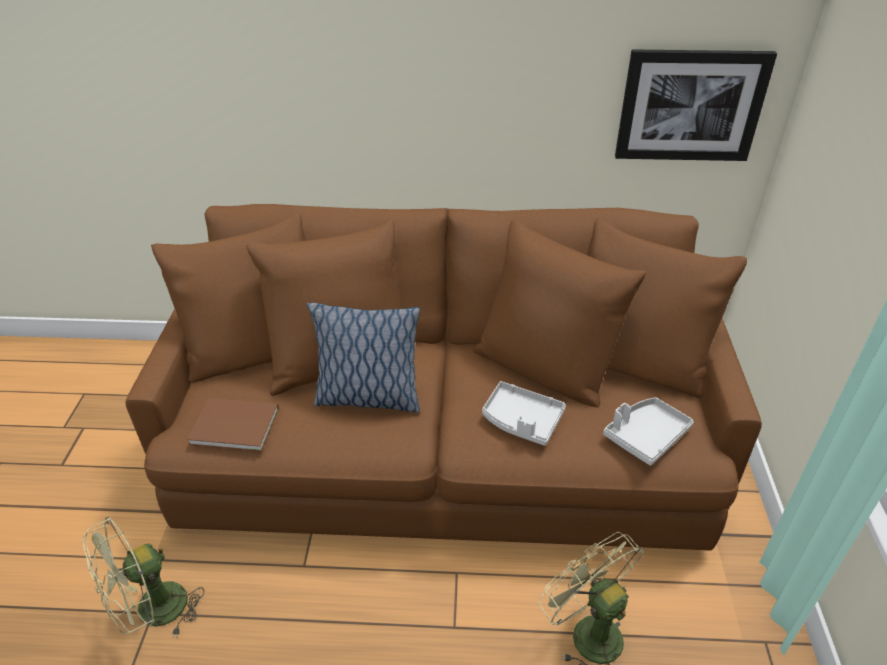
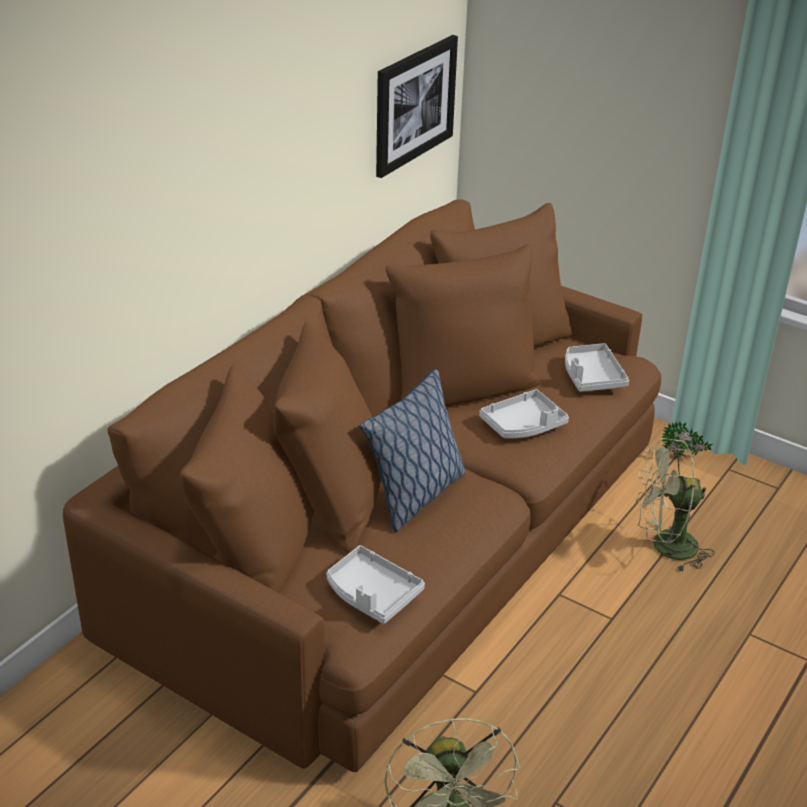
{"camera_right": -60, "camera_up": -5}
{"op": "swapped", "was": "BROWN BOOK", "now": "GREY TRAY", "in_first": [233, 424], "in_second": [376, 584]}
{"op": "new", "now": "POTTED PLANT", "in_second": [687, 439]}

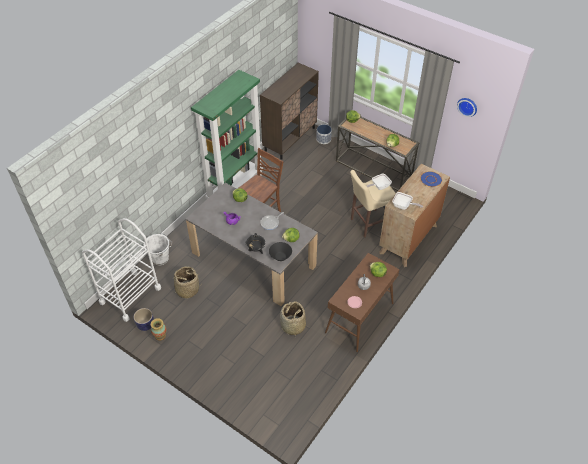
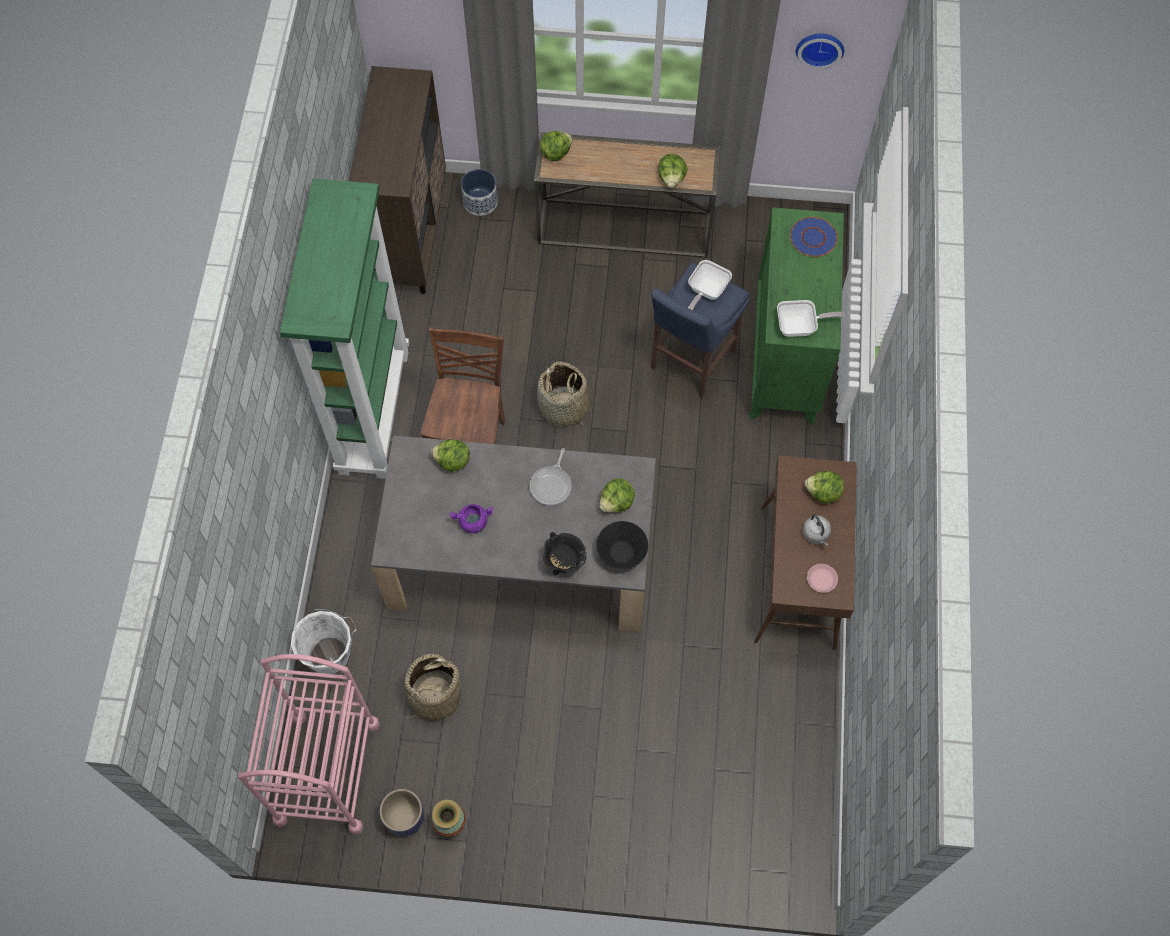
{"camera_right": -30, "camera_up": 15}
{"op": "repainted", "was": "BROWN DRESSER", "now": "GREEN DRESSER", "in_first": [414, 215], "in_second": [796, 316]}
{"op": "repainted", "was": "BEIGE STOOL", "now": "BLUE STOOL", "in_first": [373, 204], "in_second": [700, 330]}
{"op": "repainted", "was": "WHITE CART", "now": "PINK CART", "in_first": [121, 270], "in_second": [309, 744]}
{"op": "shifted", "was": "BASKET", "in_first": [293, 319], "in_second": [563, 394]}

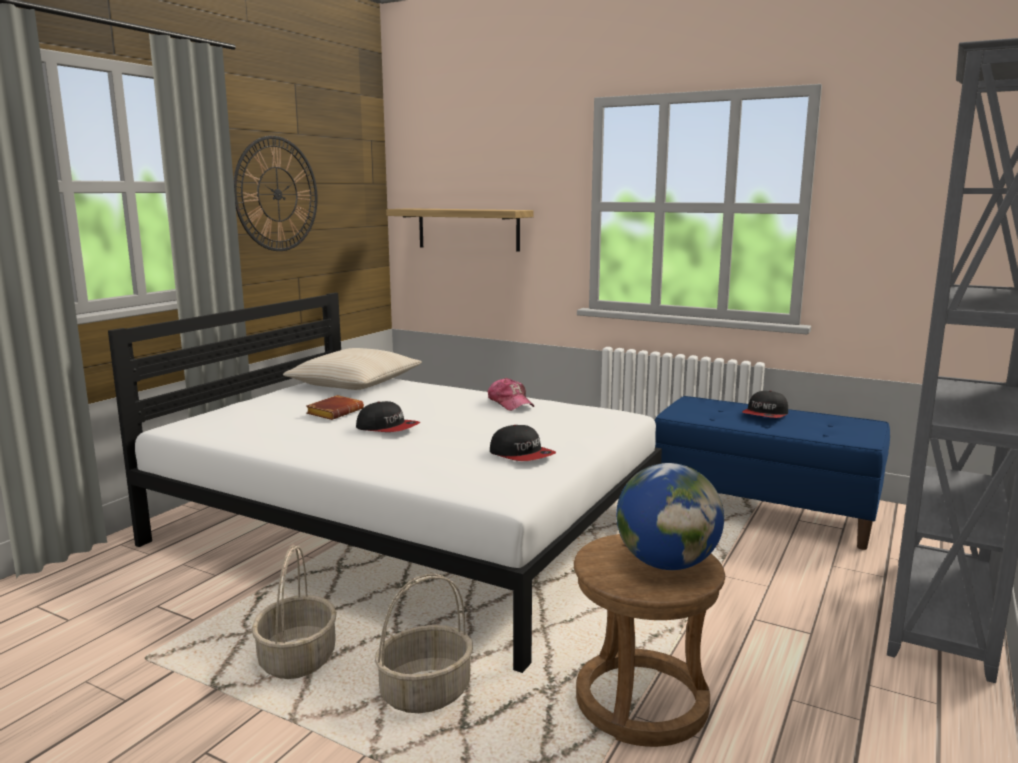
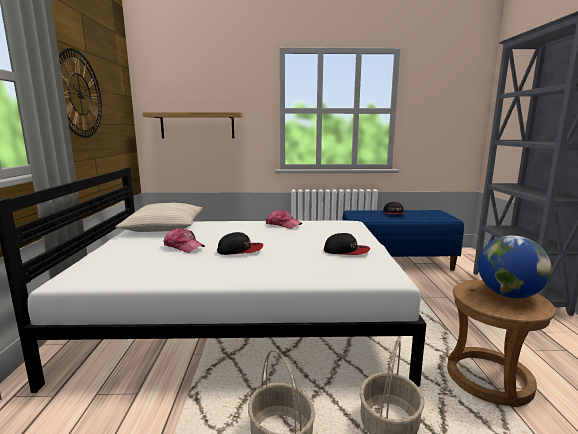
{"camera_right": -30, "camera_up": 0}
{"op": "swapped", "was": "BROWN BOOK", "now": "CAP", "in_first": [335, 407], "in_second": [184, 240]}

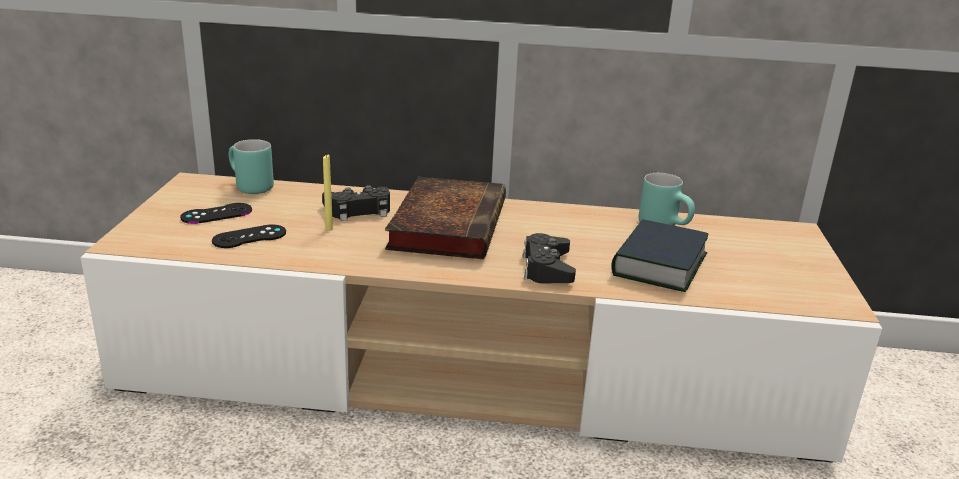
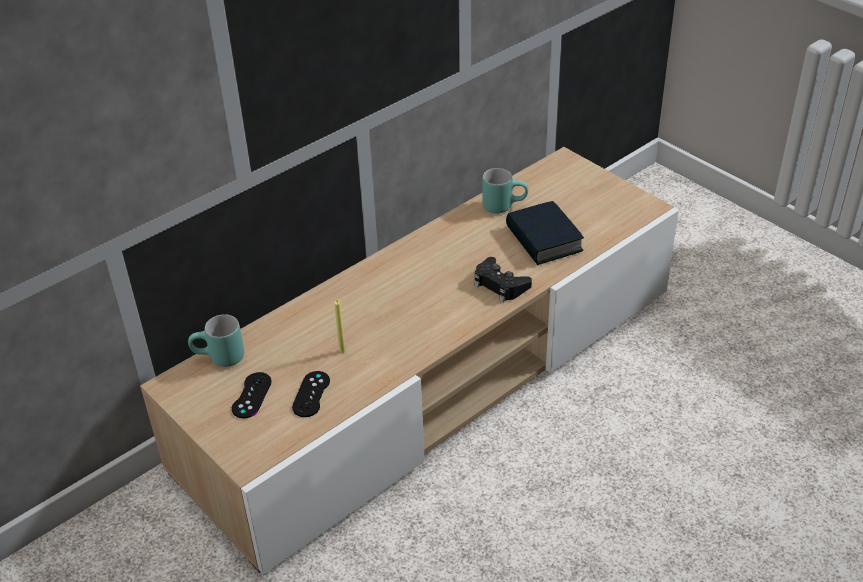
{"camera_right": -45, "camera_up": 15}
{"op": "gone", "was": "BOOK", "in_first": [445, 217]}
{"op": "gone", "was": "BLACK GAME CONTROLLER", "in_first": [356, 203]}

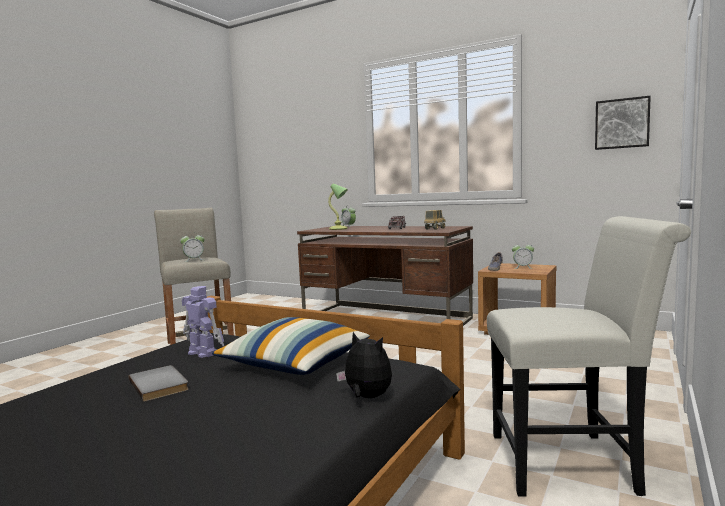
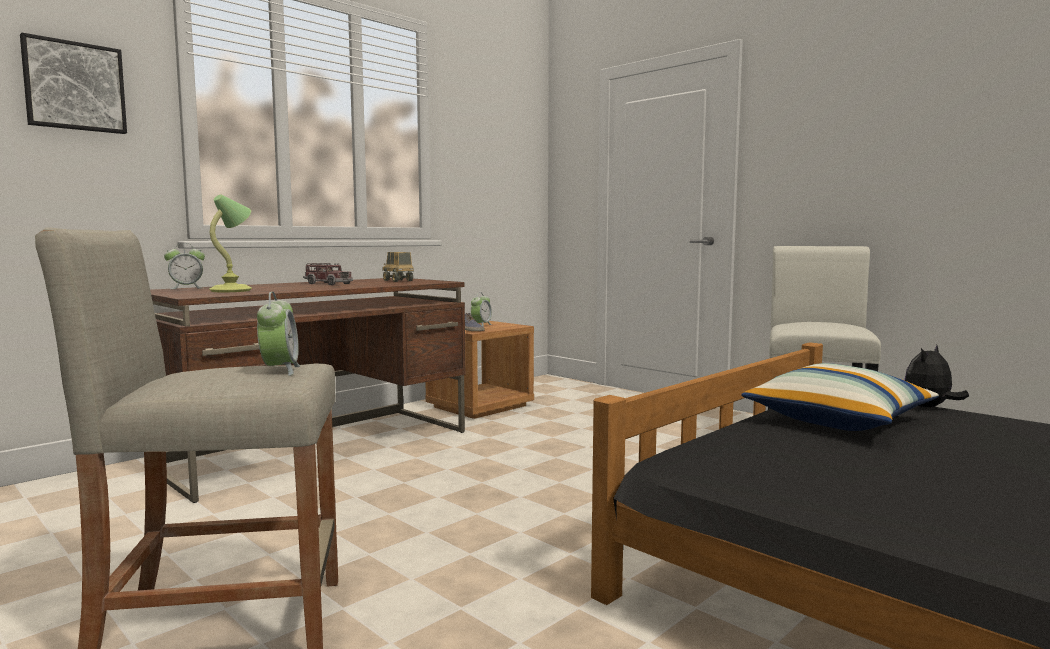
{"camera_right": -75, "camera_up": 0}
{"op": "shifted", "was": "PICTURE", "in_first": [623, 123], "in_second": [73, 83]}
{"op": "gone", "was": "TOY ROBOT", "in_first": [203, 322]}
{"op": "gone", "was": "GREY BOOK", "in_first": [159, 383]}

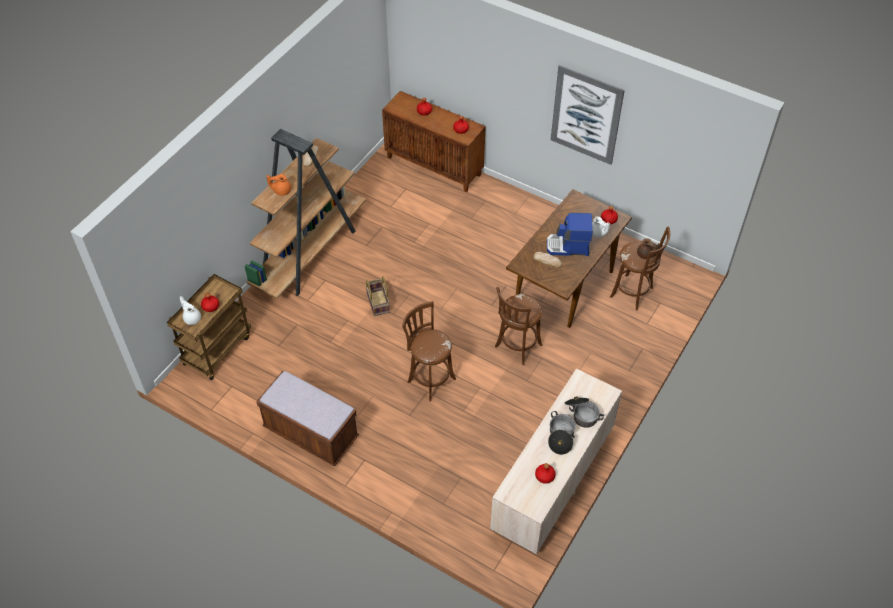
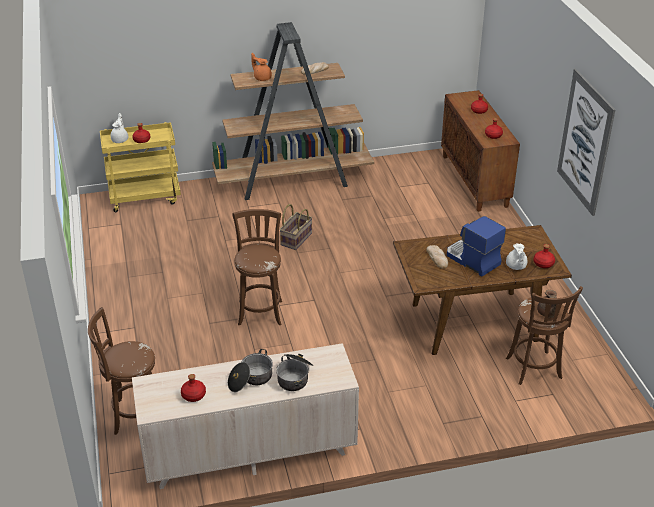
{"camera_right": 45, "camera_up": -15}
{"op": "repainted", "was": "BROWN CART", "now": "YELLOW CART", "in_first": [209, 327], "in_second": [140, 167]}
{"op": "shifted", "was": "BROWN STOOL", "in_first": [519, 326], "in_second": [121, 371]}
{"op": "gone", "was": "BROWN BENCH", "in_first": [307, 418]}

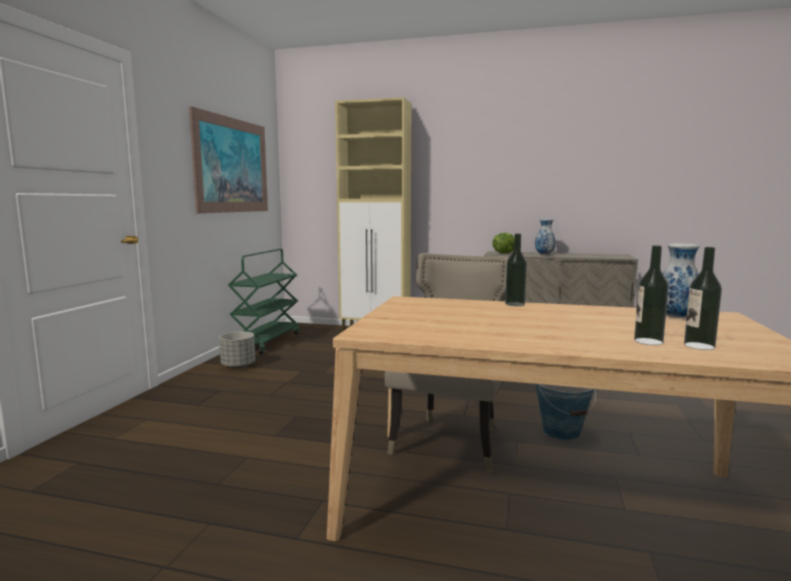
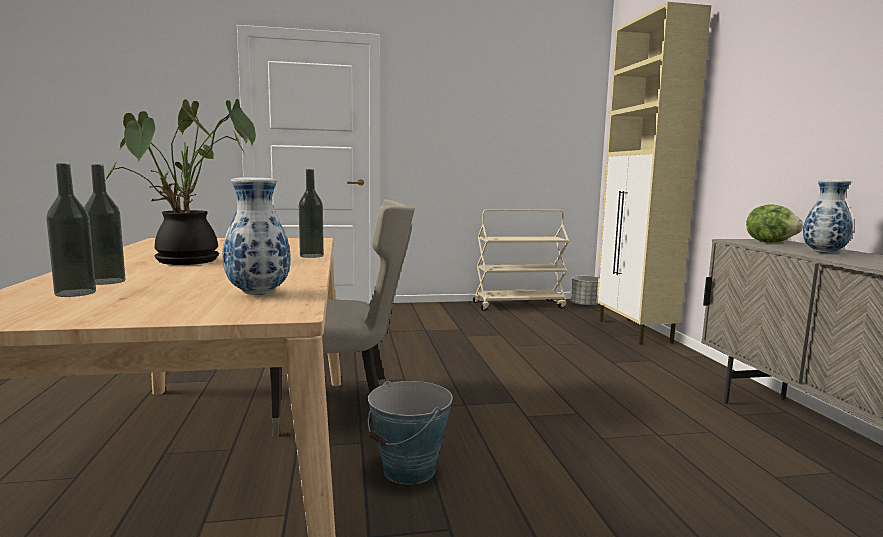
{"camera_right": 65, "camera_up": 0}
{"op": "gone", "was": "PICTURE", "in_first": [228, 159]}
{"op": "repainted", "was": "GREEN CART", "now": "BEIGE CART", "in_first": [264, 301], "in_second": [521, 260]}
{"op": "shifted", "was": "GREY PLANTER", "in_first": [237, 350], "in_second": [584, 291]}
{"op": "new", "now": "POTTED PLANT", "in_second": [181, 182]}

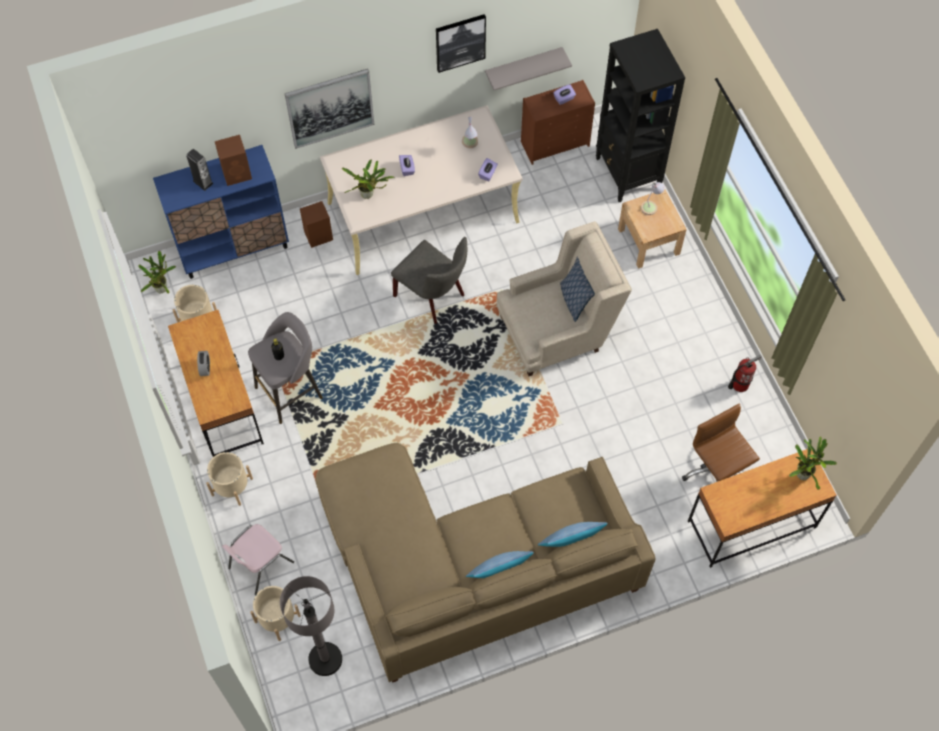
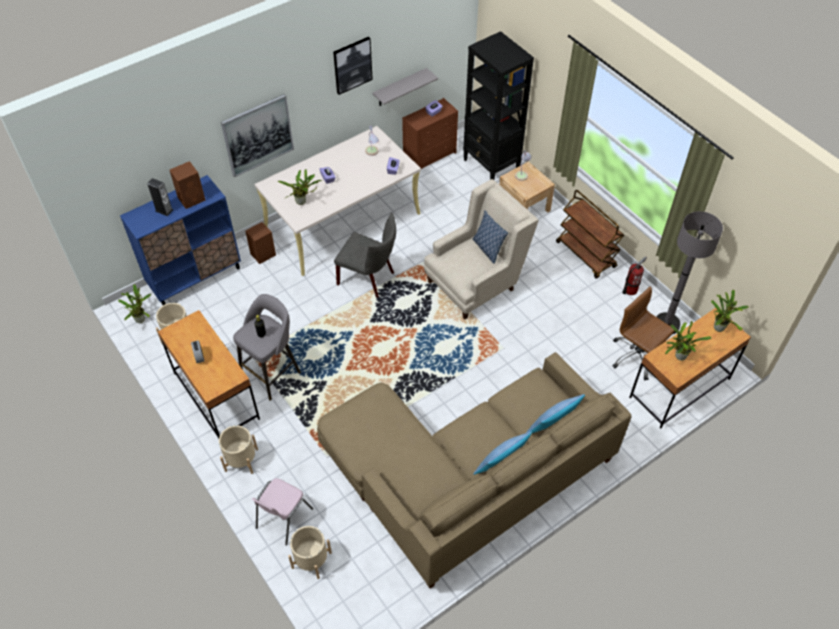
{"camera_right": -15, "camera_up": -10}
{"op": "shifted", "was": "GREY FLOOR LAMP", "in_first": [311, 626], "in_second": [689, 272]}
{"op": "new", "now": "BROWN CART", "in_second": [590, 234]}
{"op": "new", "now": "POTTED PLANT", "in_second": [688, 341]}

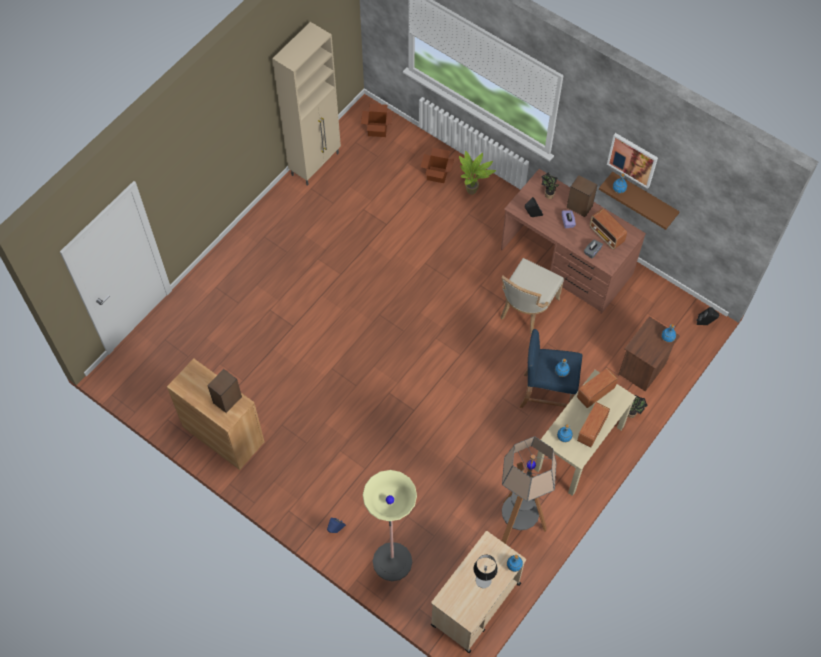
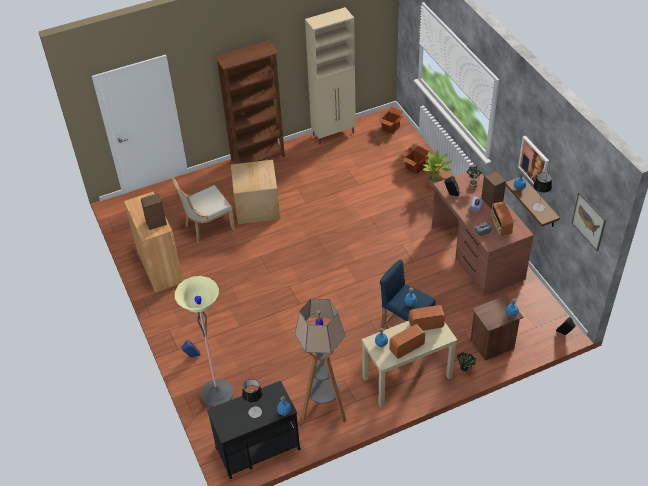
{"camera_right": 30, "camera_up": -15}
{"op": "shifted", "was": "BEIGE CHAIR", "in_first": [532, 296], "in_second": [204, 210]}
{"op": "repainted", "was": "BEIGE CART", "now": "BLACK CART", "in_first": [478, 592], "in_second": [254, 430]}
{"op": "new", "now": "BROWN BOOKCASE", "in_second": [250, 102]}
{"op": "new", "now": "CARDBOARD BOX", "in_second": [255, 192]}
{"op": "new", "now": "TABLE LAMP", "in_second": [542, 191]}
{"op": "new", "now": "PICTURE", "in_second": [589, 221]}

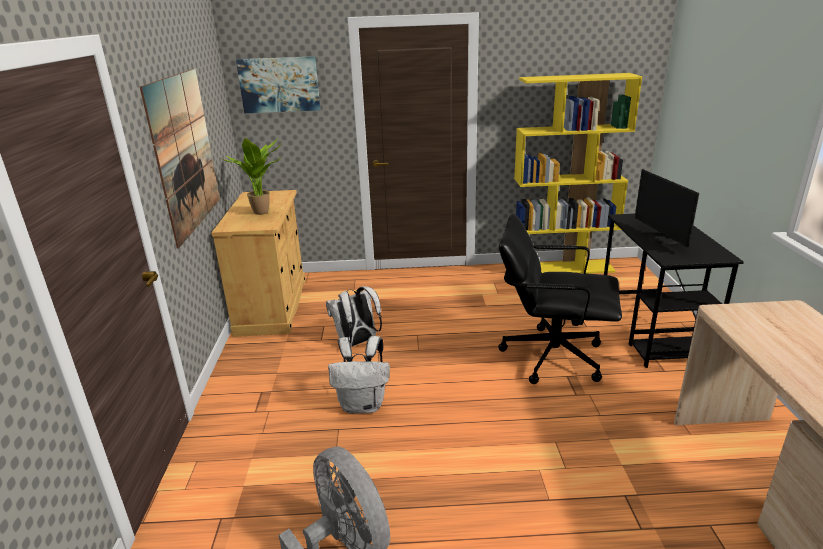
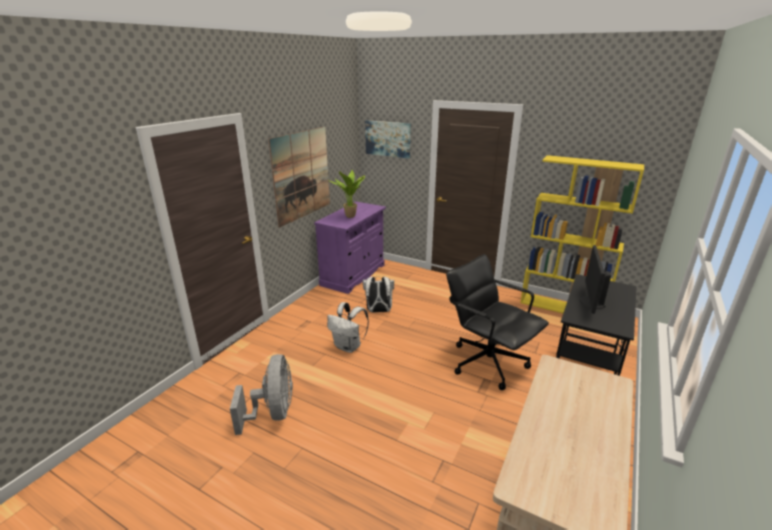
{"camera_right": 30, "camera_up": 0}
{"op": "repainted", "was": "BEIGE CABINET", "now": "PURPLE CABINET", "in_first": [258, 263], "in_second": [350, 248]}

